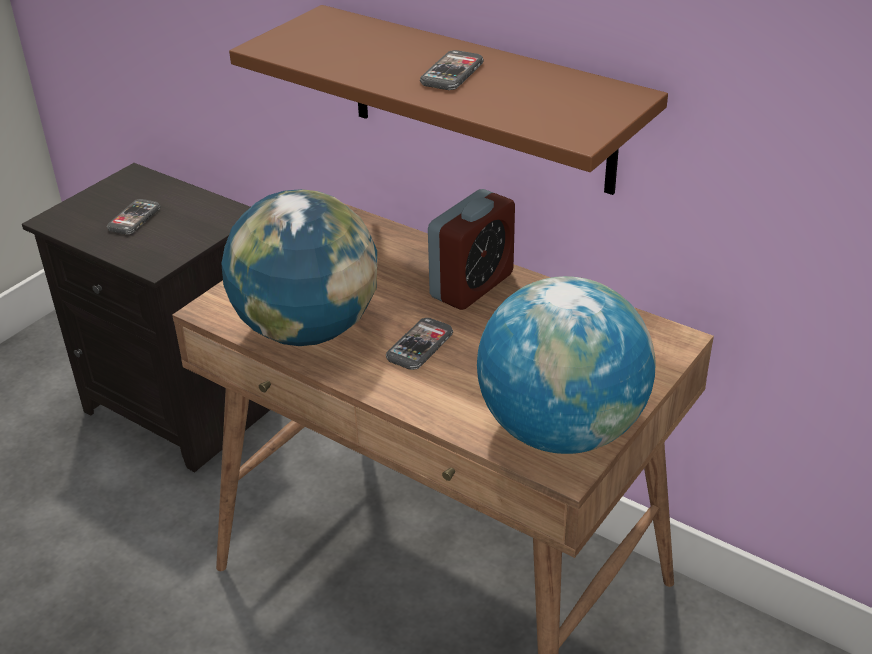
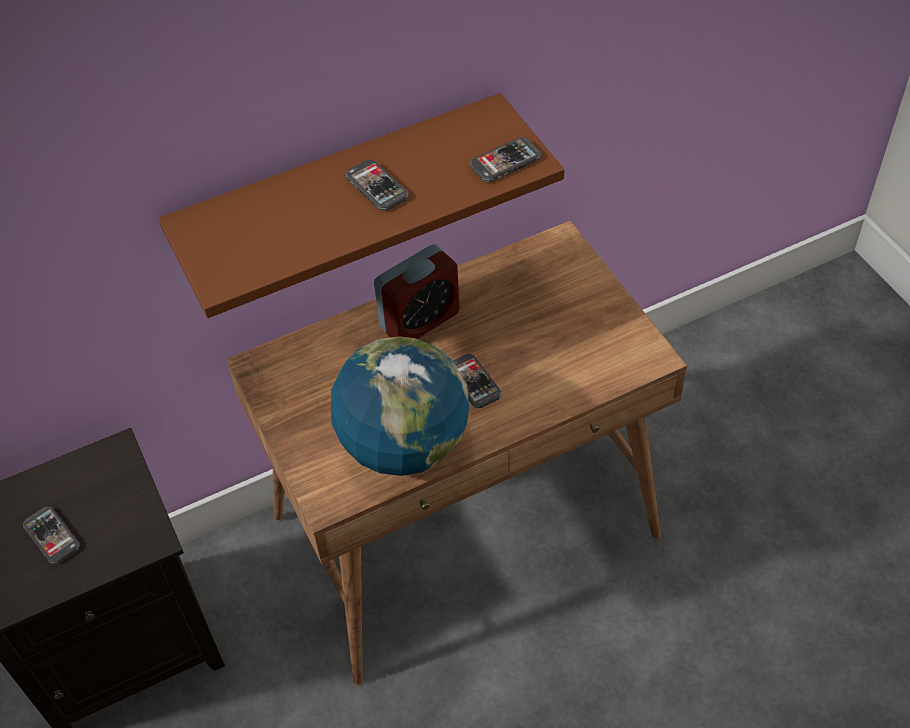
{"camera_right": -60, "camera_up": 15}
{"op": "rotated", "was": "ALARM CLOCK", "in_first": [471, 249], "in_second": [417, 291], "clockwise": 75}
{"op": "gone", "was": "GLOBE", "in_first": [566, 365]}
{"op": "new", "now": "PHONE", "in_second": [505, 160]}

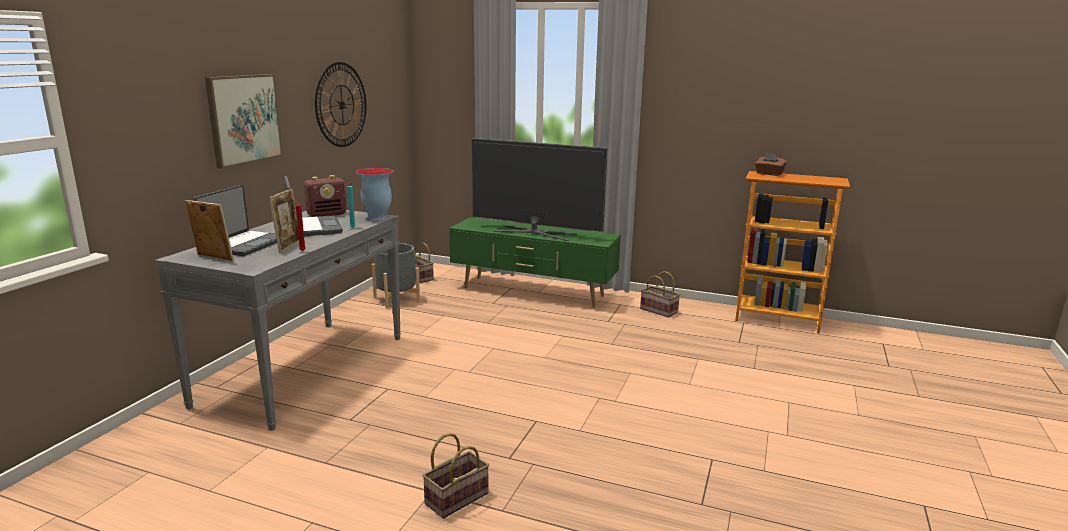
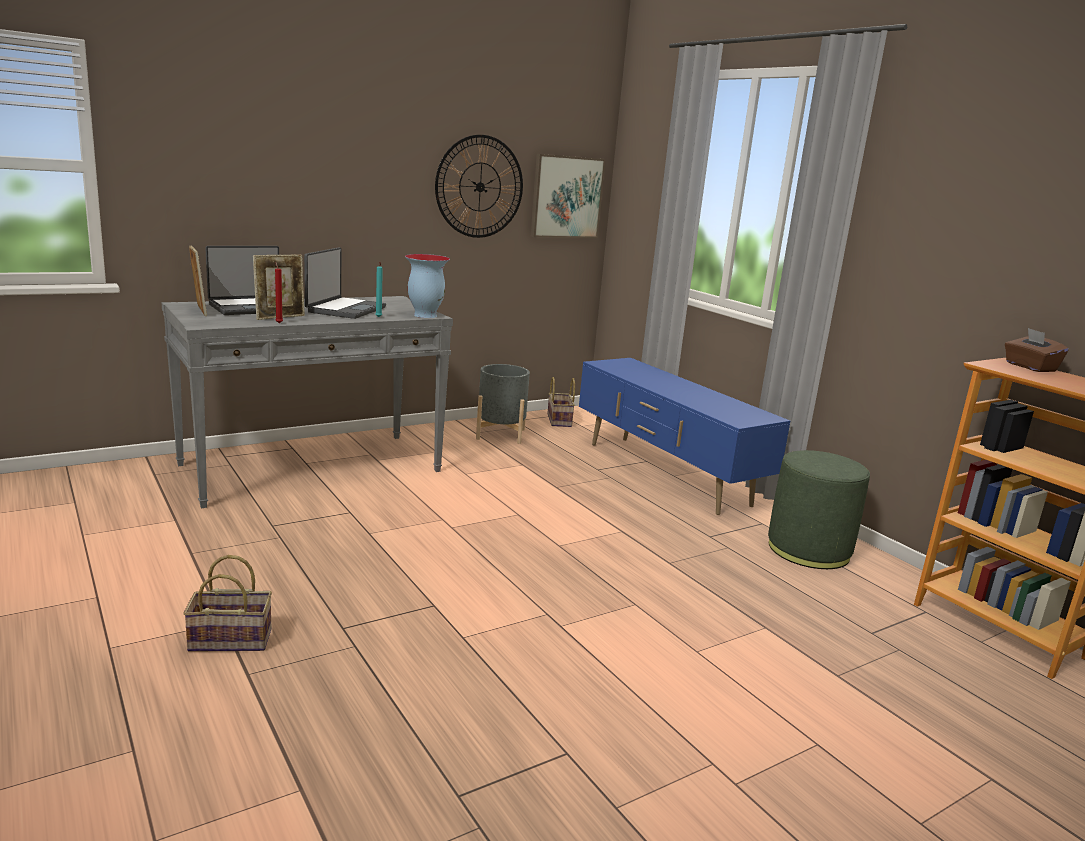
{"camera_right": 35, "camera_up": 0}
{"op": "shifted", "was": "PICTURE", "in_first": [244, 121], "in_second": [568, 196]}
{"op": "gone", "was": "TELEVISION", "in_first": [539, 189]}
{"op": "gone", "was": "RADIO", "in_first": [325, 196]}
{"op": "repainted", "was": "GREEN TV STAND", "now": "BLUE TV STAND", "in_first": [535, 262], "in_second": [684, 436]}
{"op": "swapped", "was": "BASKET", "now": "GREEN OTTOMAN", "in_first": [660, 294], "in_second": [819, 509]}

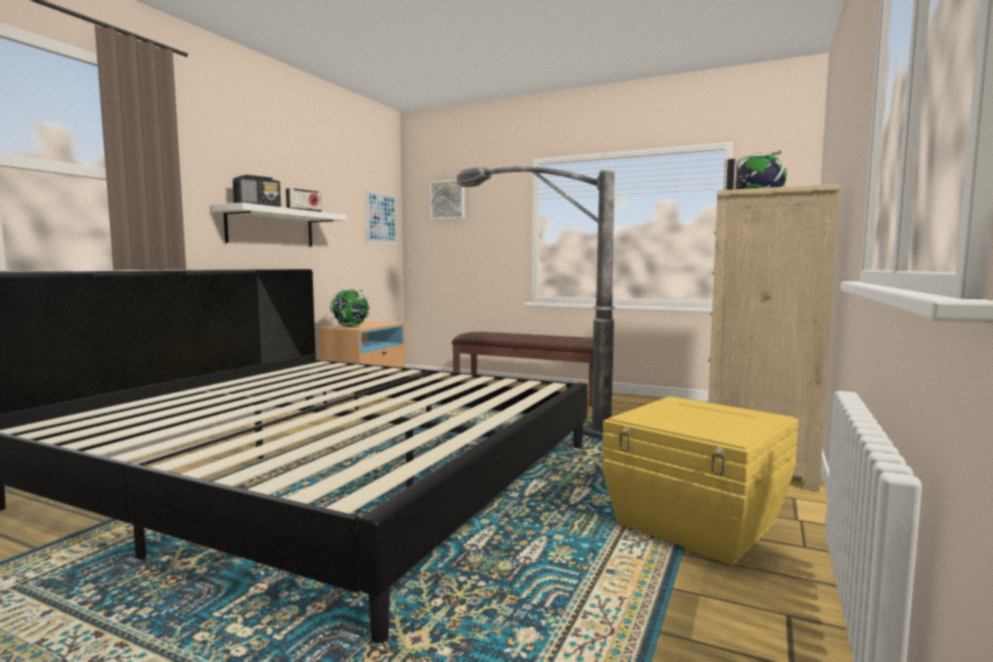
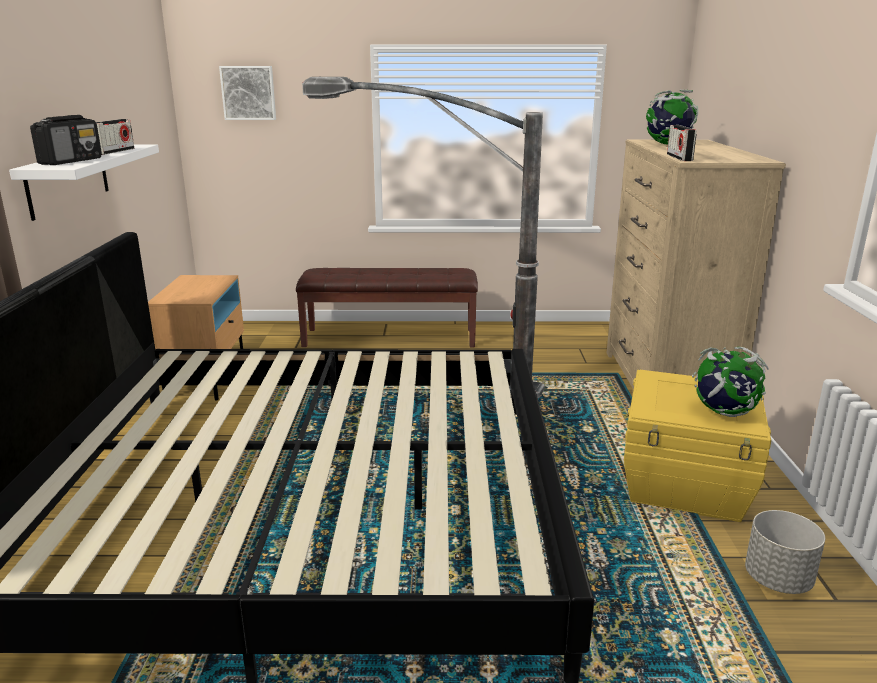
{"camera_right": -25, "camera_up": 15}
{"op": "gone", "was": "PICTURE", "in_first": [382, 217]}
{"op": "shifted", "was": "GLOBE", "in_first": [350, 307], "in_second": [730, 382]}
{"op": "new", "now": "GREY PLANTER", "in_second": [785, 552]}

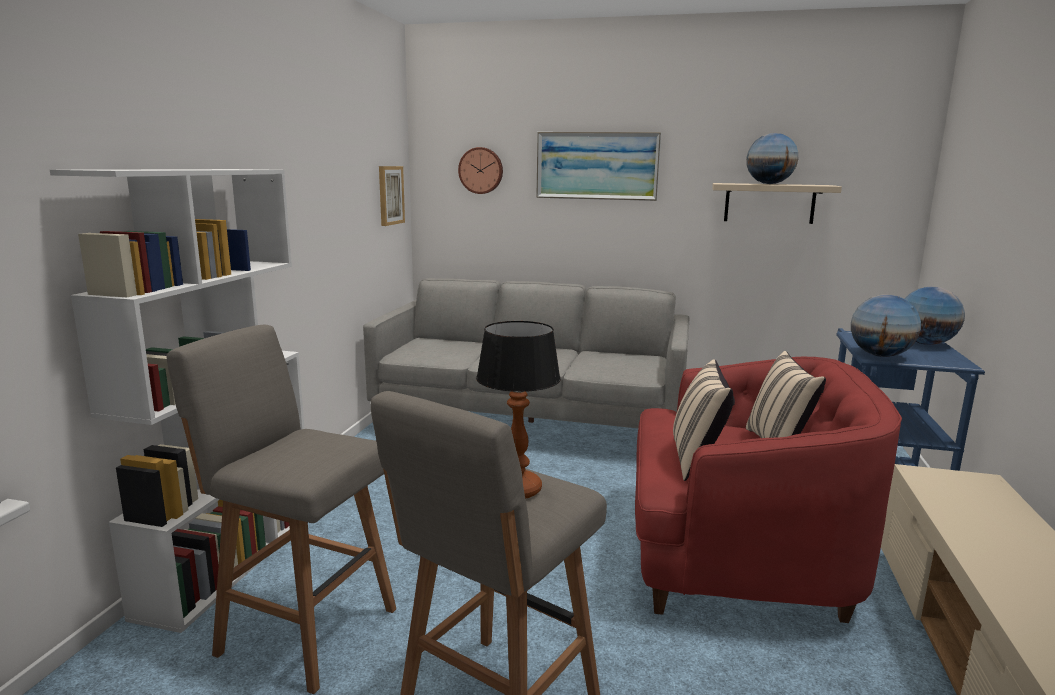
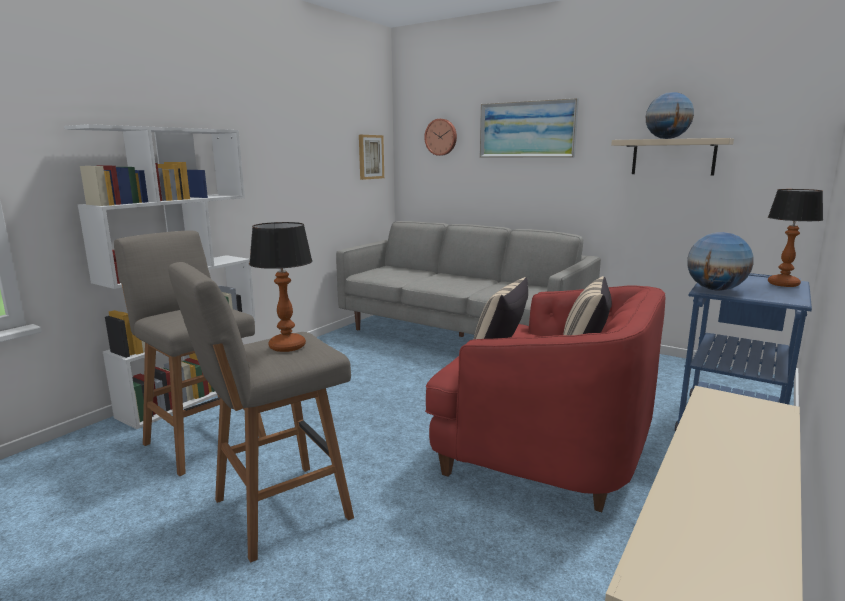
{"camera_right": 20, "camera_up": 0}
{"op": "swapped", "was": "GLOBE", "now": "TABLE LAMP", "in_first": [934, 316], "in_second": [795, 238]}

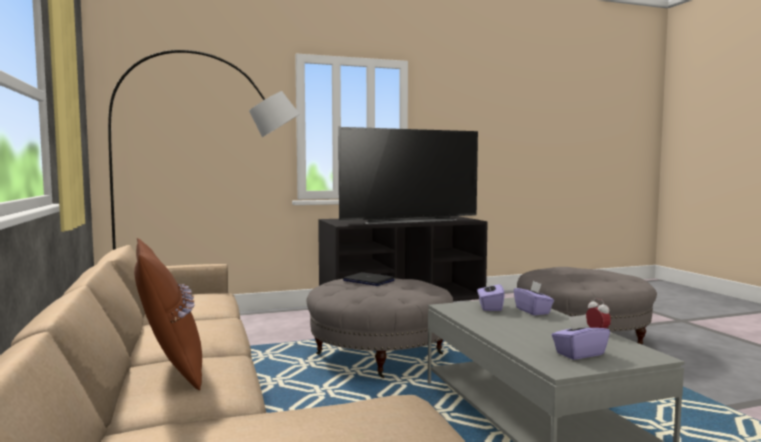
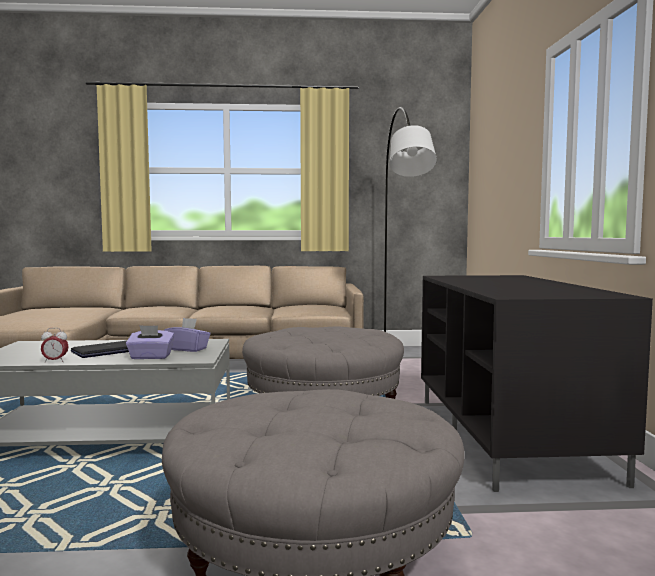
{"camera_right": 105, "camera_up": 0}
{"op": "gone", "was": "TELEVISION", "in_first": [408, 175]}
{"op": "gone", "was": "BROWN PILLOW", "in_first": [168, 314]}
{"op": "shifted", "was": "LAPTOP", "in_first": [369, 279], "in_second": [100, 349]}
{"op": "gone", "was": "PURPLE TISSUE BOX", "in_first": [581, 337]}

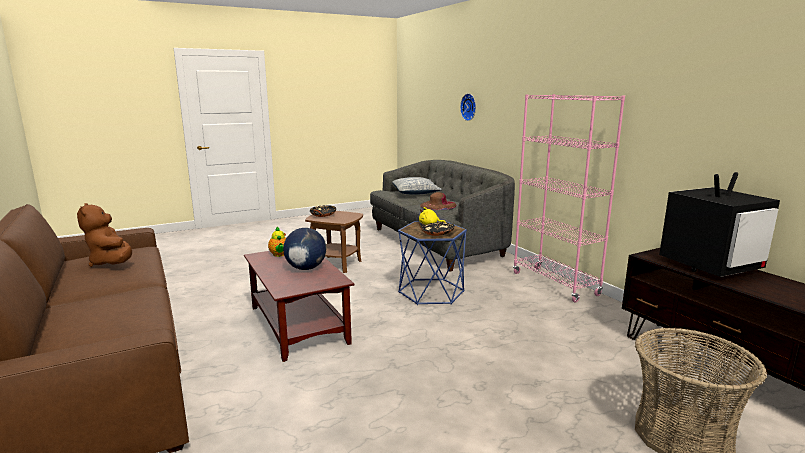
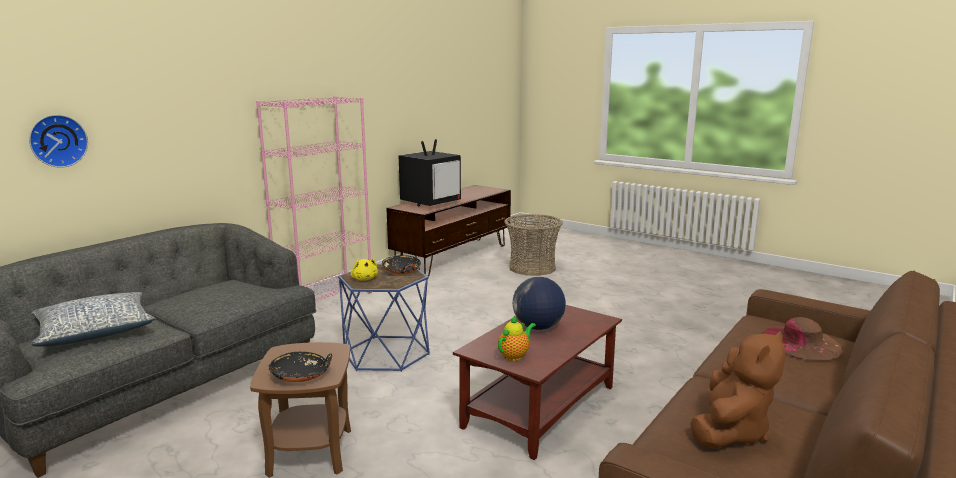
{"camera_right": -115, "camera_up": 0}
{"op": "rotated", "was": "TELEVISION", "in_first": [719, 224], "in_second": [430, 173], "clockwise": 90}
{"op": "shifted", "was": "BROWN HAT", "in_first": [438, 201], "in_second": [802, 338]}

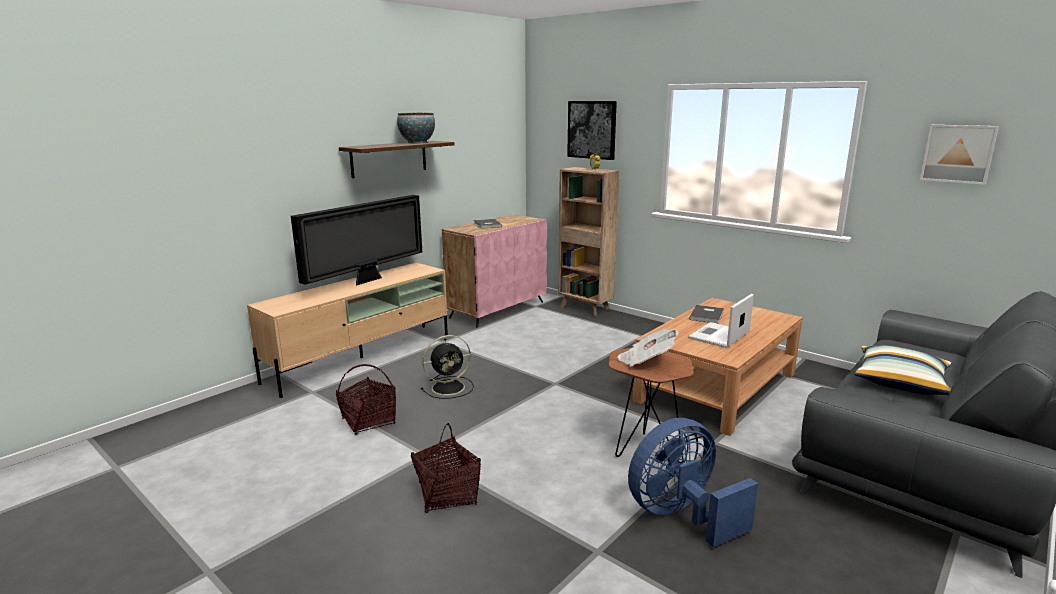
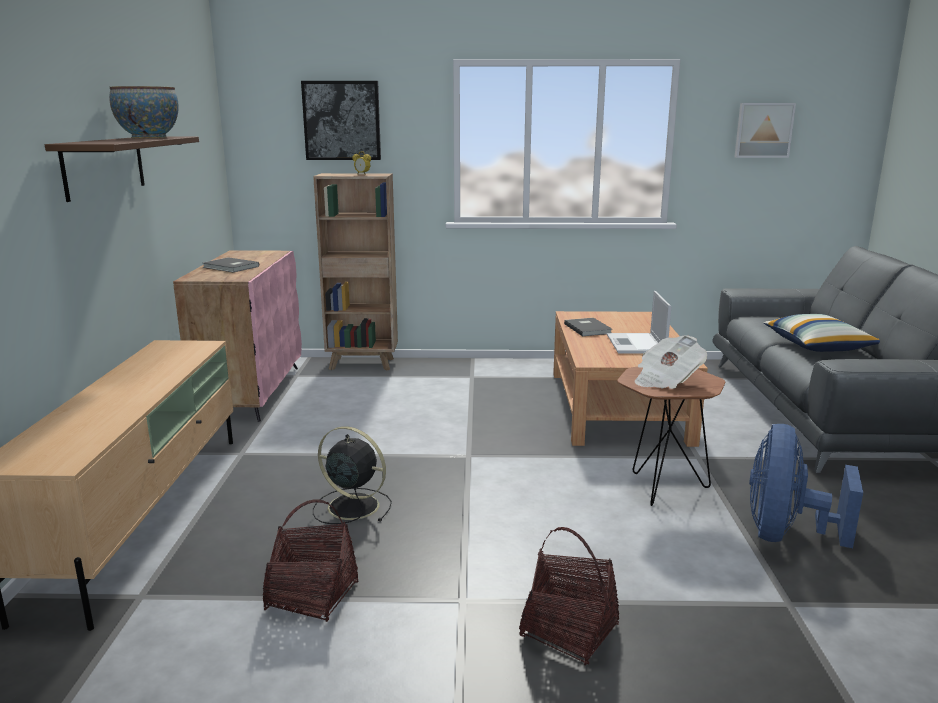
{"camera_right": -40, "camera_up": 0}
{"op": "gone", "was": "TELEVISION", "in_first": [356, 240]}
{"op": "rotated", "was": "BLACK FAN", "in_first": [447, 367], "in_second": [352, 475], "clockwise": -90}

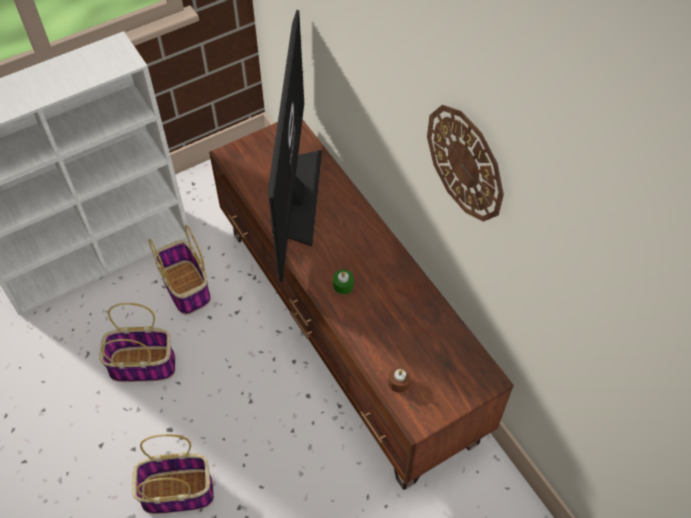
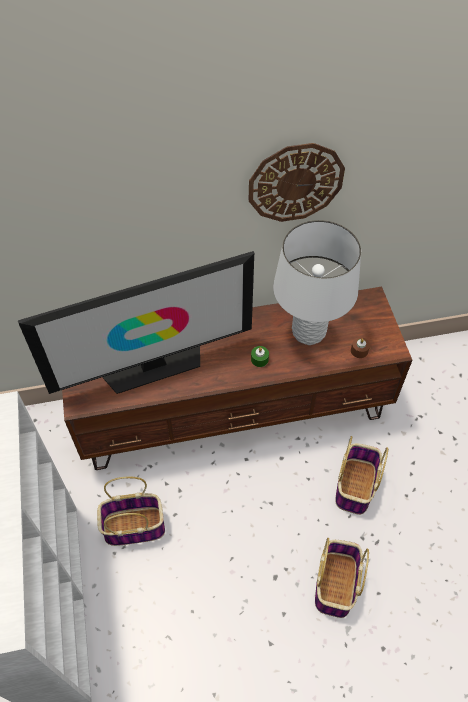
{"camera_right": -70, "camera_up": 0}
{"op": "rotated", "was": "TELEVISION", "in_first": [295, 146], "in_second": [136, 322], "clockwise": -45}
{"op": "shifted", "was": "BASKET", "in_first": [137, 342], "in_second": [361, 475]}
{"op": "new", "now": "WHITE TABLE LAMP", "in_second": [317, 282]}

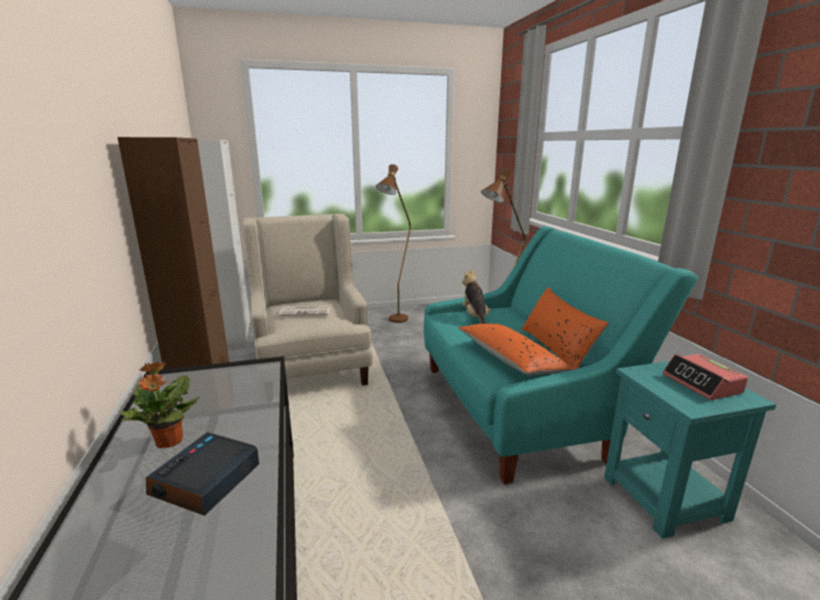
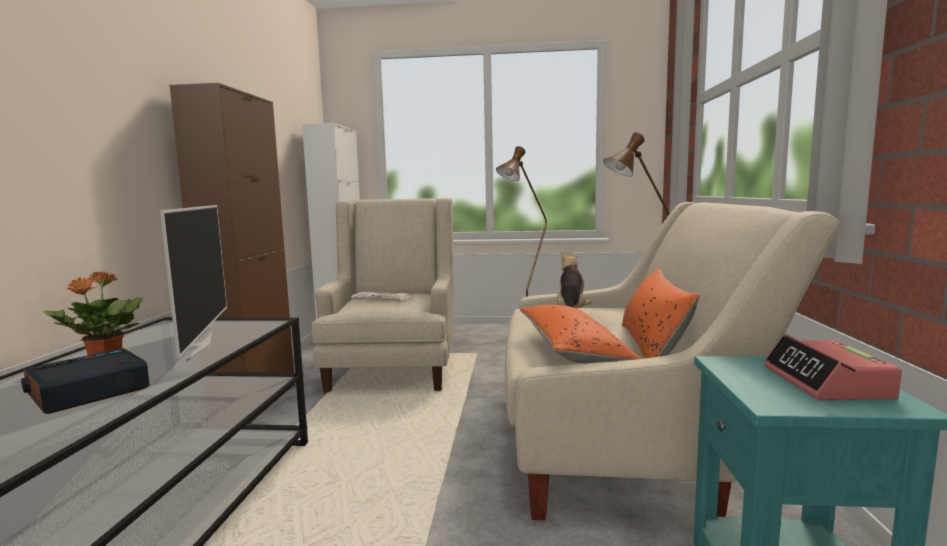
{"camera_right": 20, "camera_up": -10}
{"op": "repainted", "was": "TURQUOISE SOFA", "now": "BEIGE SOFA", "in_first": [561, 355], "in_second": [673, 361]}
{"op": "new", "now": "TELEVISION", "in_second": [193, 283]}

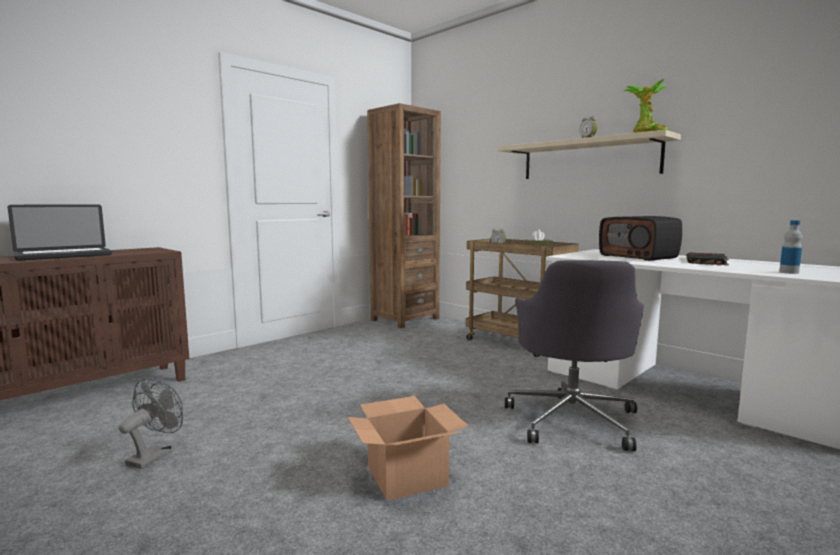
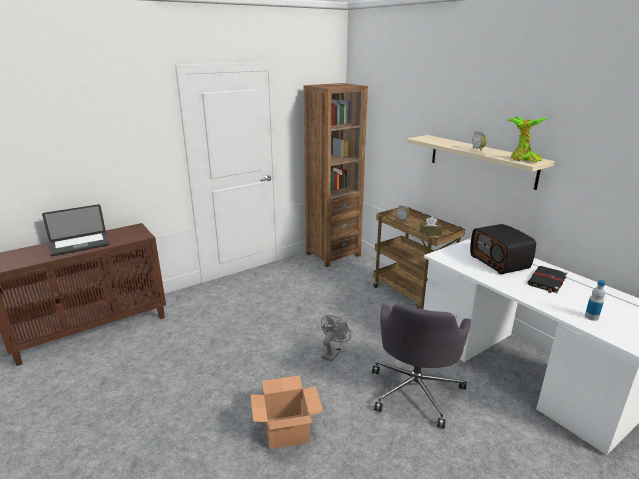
{"camera_right": 10, "camera_up": 15}
{"op": "shifted", "was": "GREY FAN", "in_first": [151, 423], "in_second": [336, 338]}

